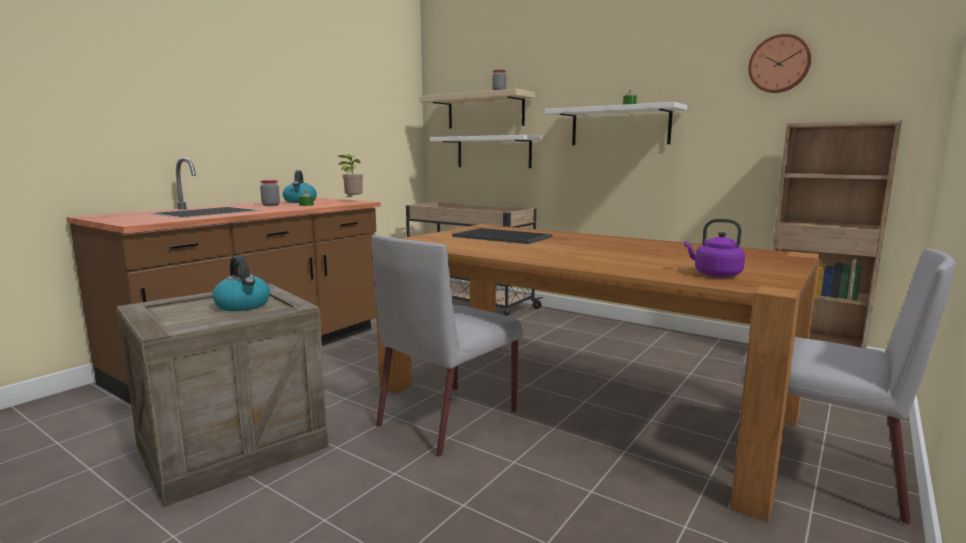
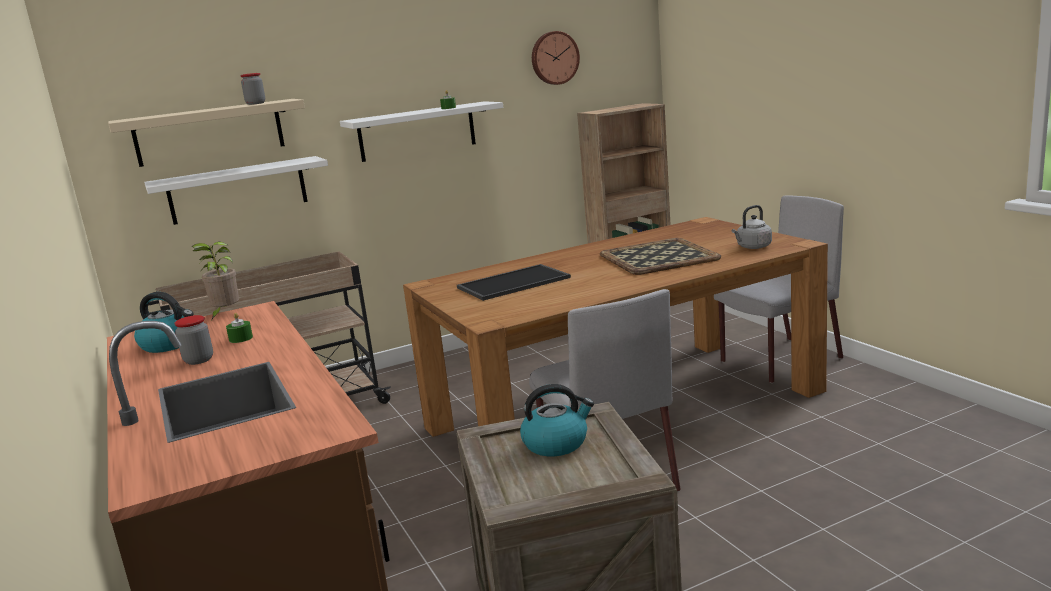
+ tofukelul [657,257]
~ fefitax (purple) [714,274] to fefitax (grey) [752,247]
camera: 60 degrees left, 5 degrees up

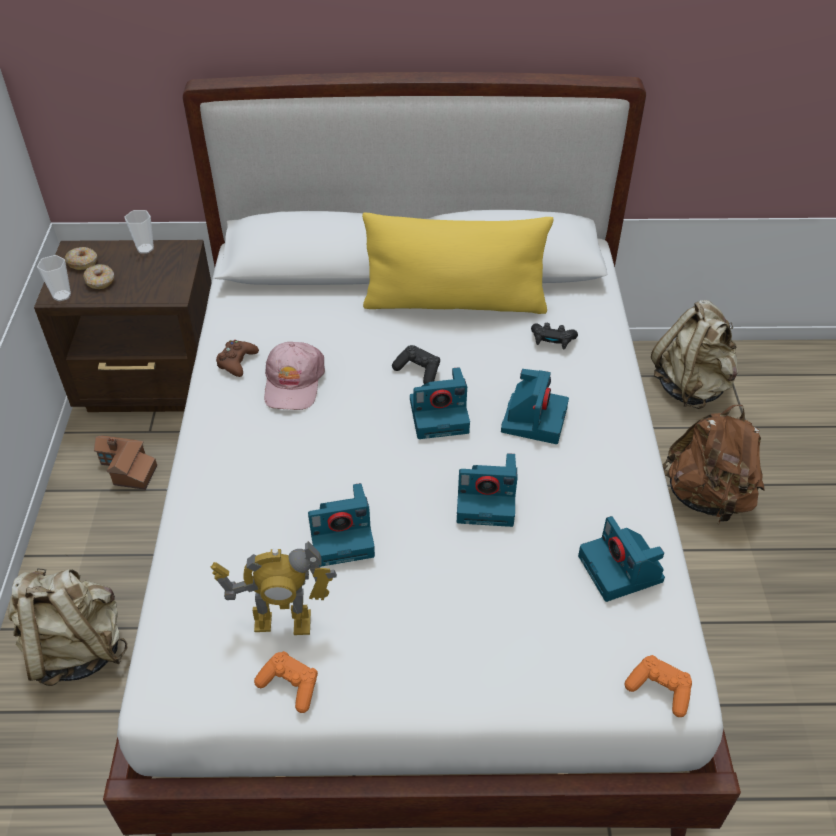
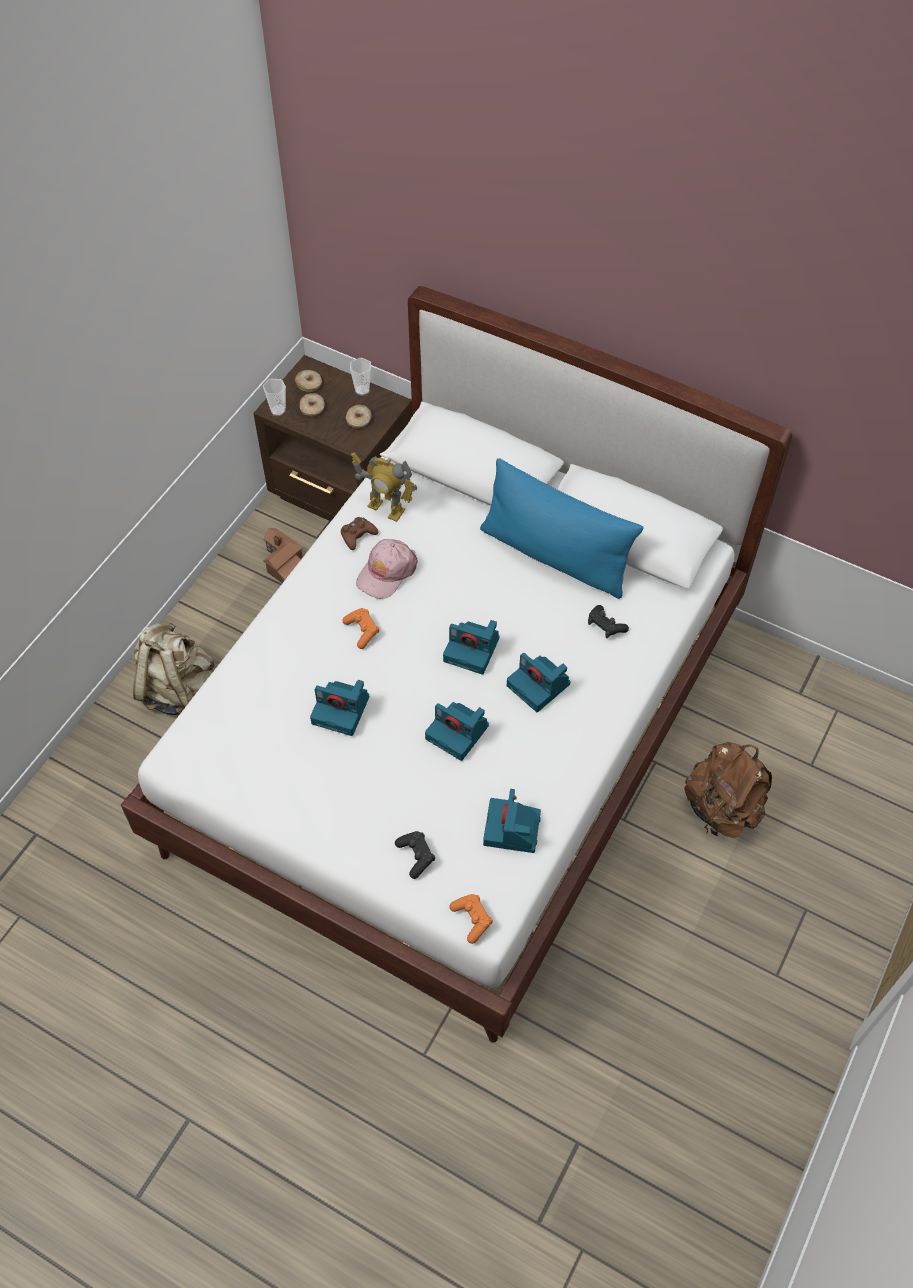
- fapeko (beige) [691,386]
+ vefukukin [359,420]
~ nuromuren [283,622] to [386,508]
~ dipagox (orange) [290,685] to [362,631]
~ dipagox (black) [418,371] to [416,856]
~ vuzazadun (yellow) [454,303] to vuzazadun (blue) [555,555]
~ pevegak [533,419] = [539,685] 90 degrees clockwise
camera: 30 degrees right, 10 degrees up

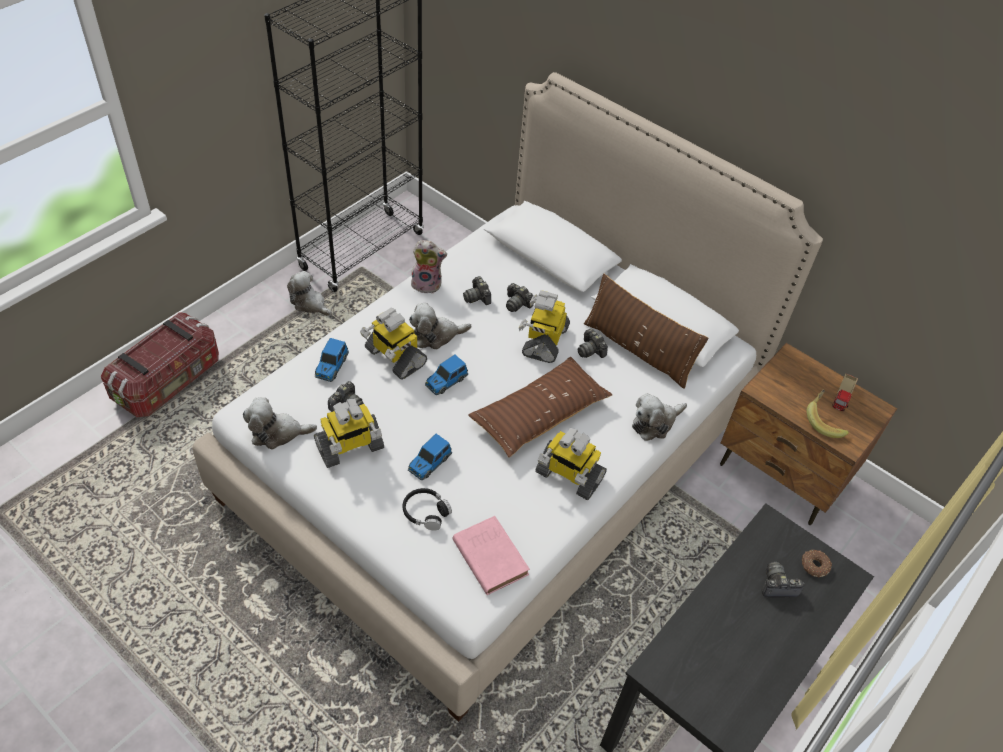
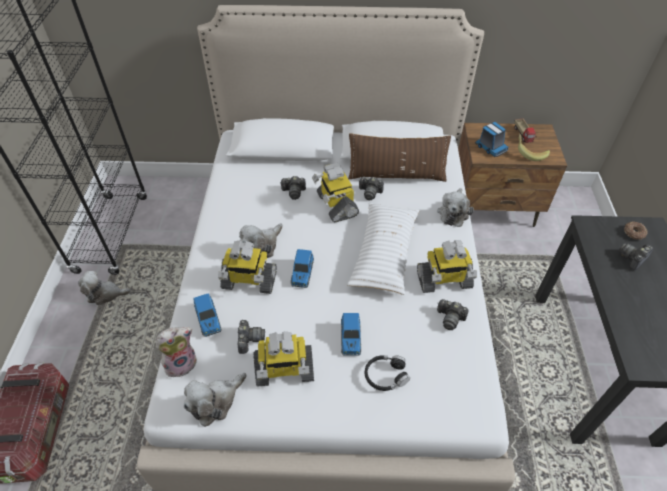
- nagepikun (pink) [489,556]
+ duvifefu [490,147]
~ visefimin [427,284] to [181,363]
~ pevegak [477,297] to [450,318]
~ vuzazadun (brown) [539,414] to vuzazadun (white) [384,254]
~ nuromuren [349,447] = [284,370] 60 degrees clockwise
camera: 35 degrees left, 0 degrees up

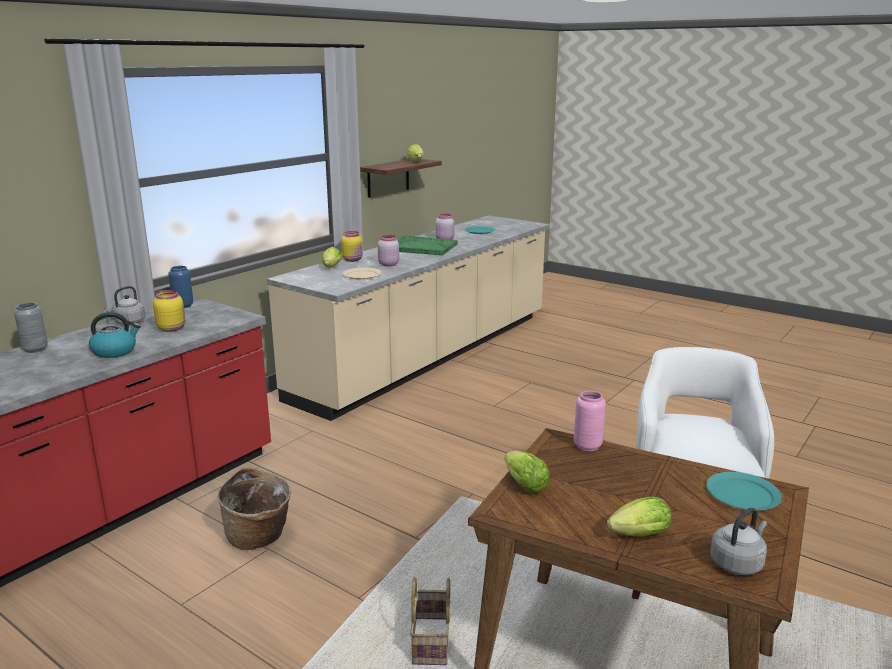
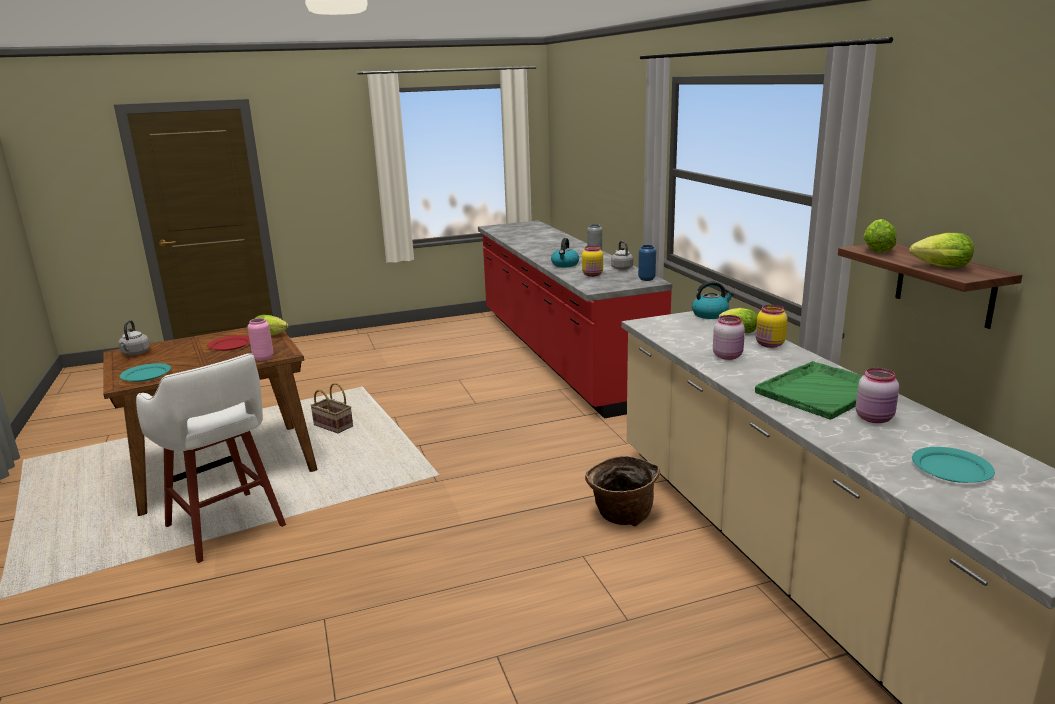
- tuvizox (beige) [362,275]
+ tuvizox (red) [230,345]
+ fefitax [710,314]
~ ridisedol [259,537] to [621,516]
~ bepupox [636,536] to [876,250]
camera: 125 degrees right, 0 degrees up

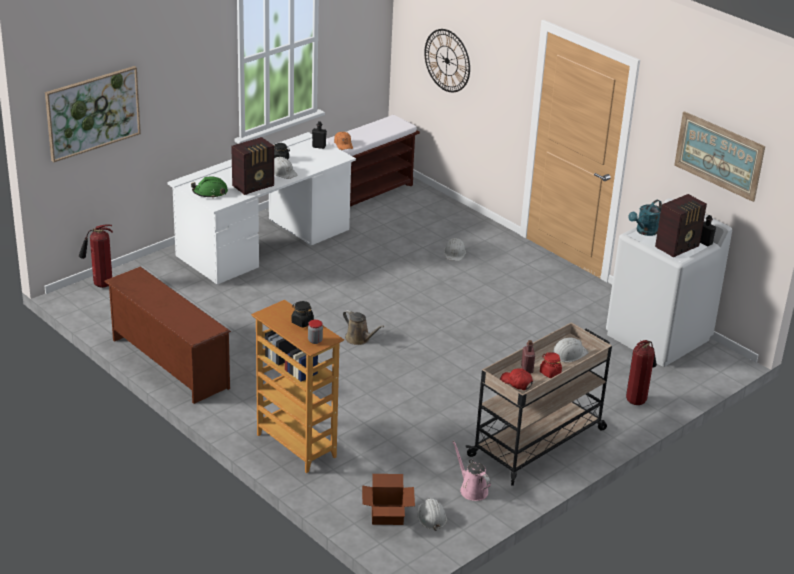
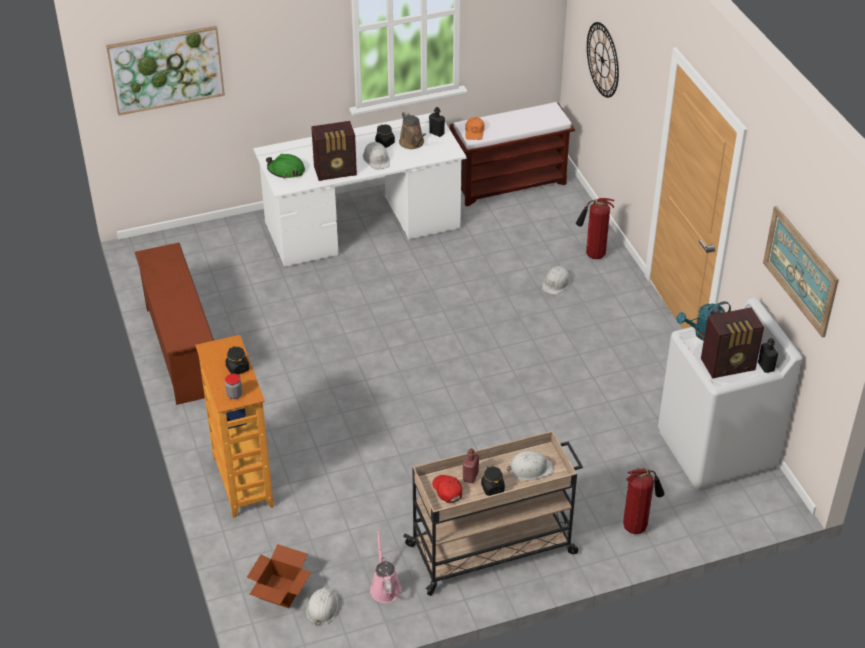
~ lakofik [100,285] to [592,255]
~ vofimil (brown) [359,339] to [412,143]
~ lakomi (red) [550,373] to lakomi (black) [492,488]
camera: 25 degrees right, 10 degrees up

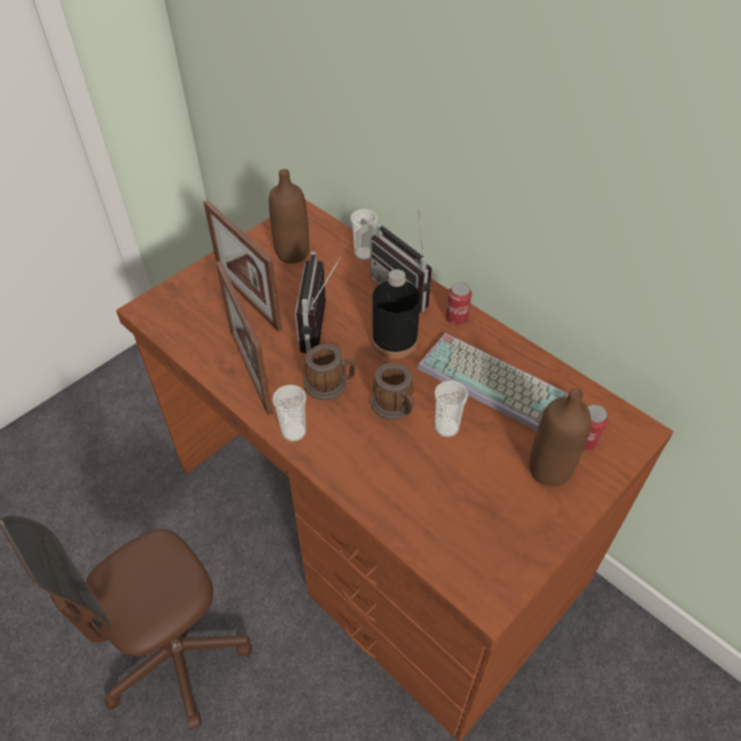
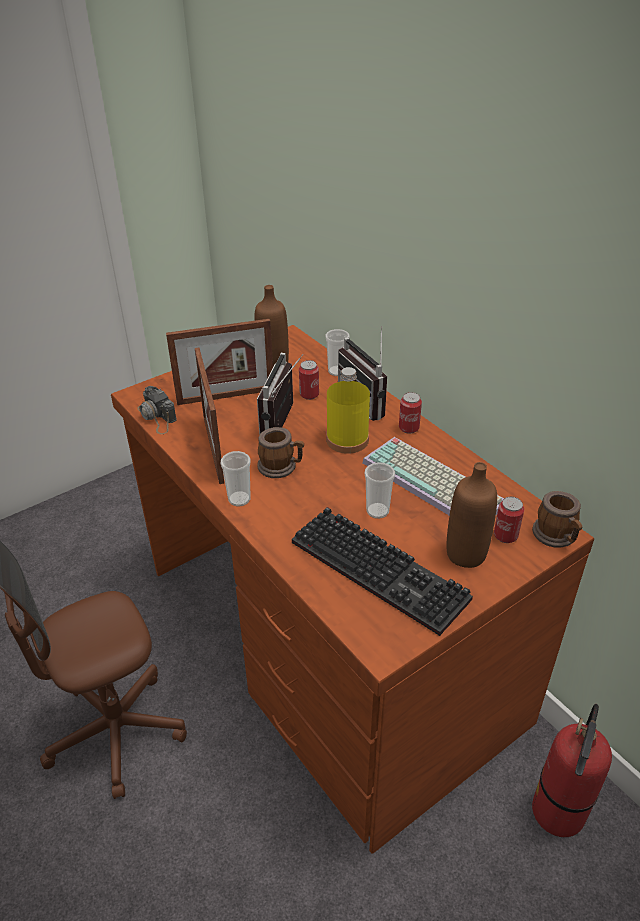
+ pevegak [157,417]
+ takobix [383,570]
+ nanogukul [309,395]
+ lakofik [558,812]
~ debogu [395,406] to [557,536]
~ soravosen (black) [394,341] to soravosen (yellow) [347,440]
~ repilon [248,299] = [226,396] 75 degrees counterclockwise
camera: 10 degrees right, 10 degrees down

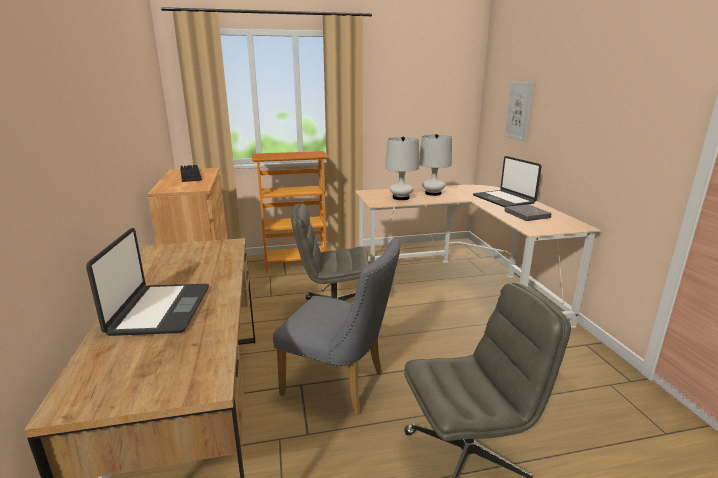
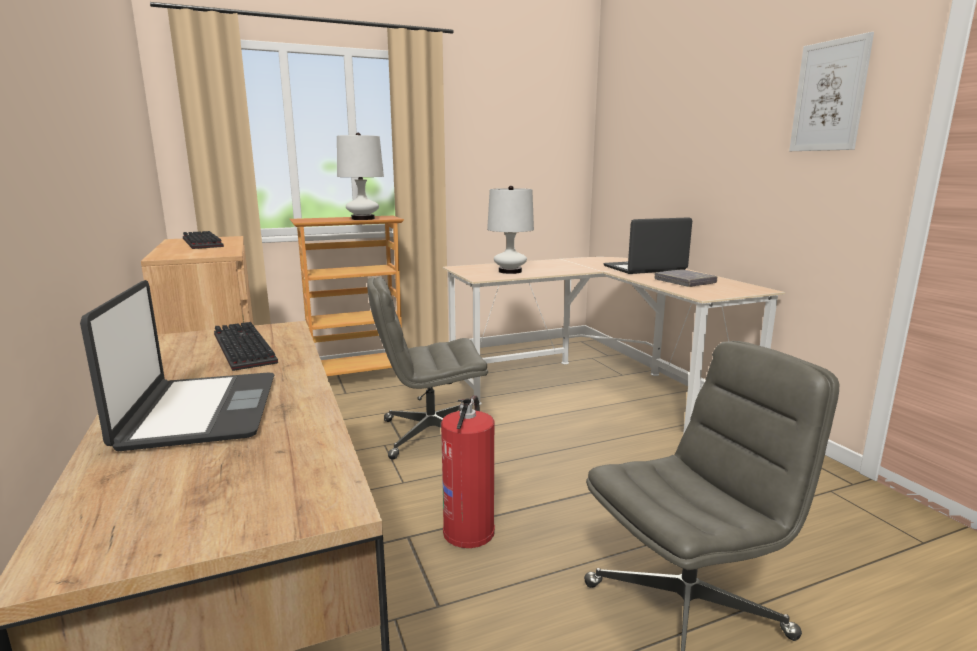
+ takobix [240,348]
~ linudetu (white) [433,193] to [363,219]
~ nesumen [518,111] to [829,96]
~ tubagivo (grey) [341,385] to lakofik [469,530]
~ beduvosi [503,199] = [645,269] 105 degrees clockwise
camera: 10 degrees left, 5 degrees down

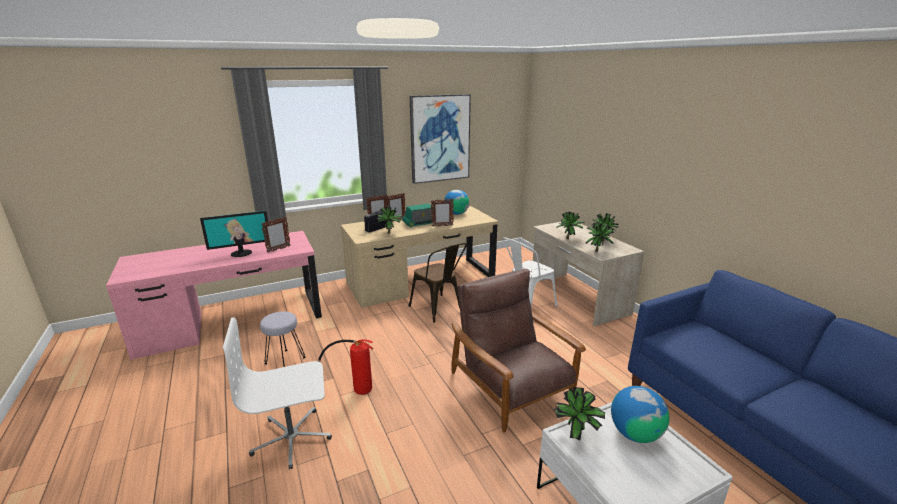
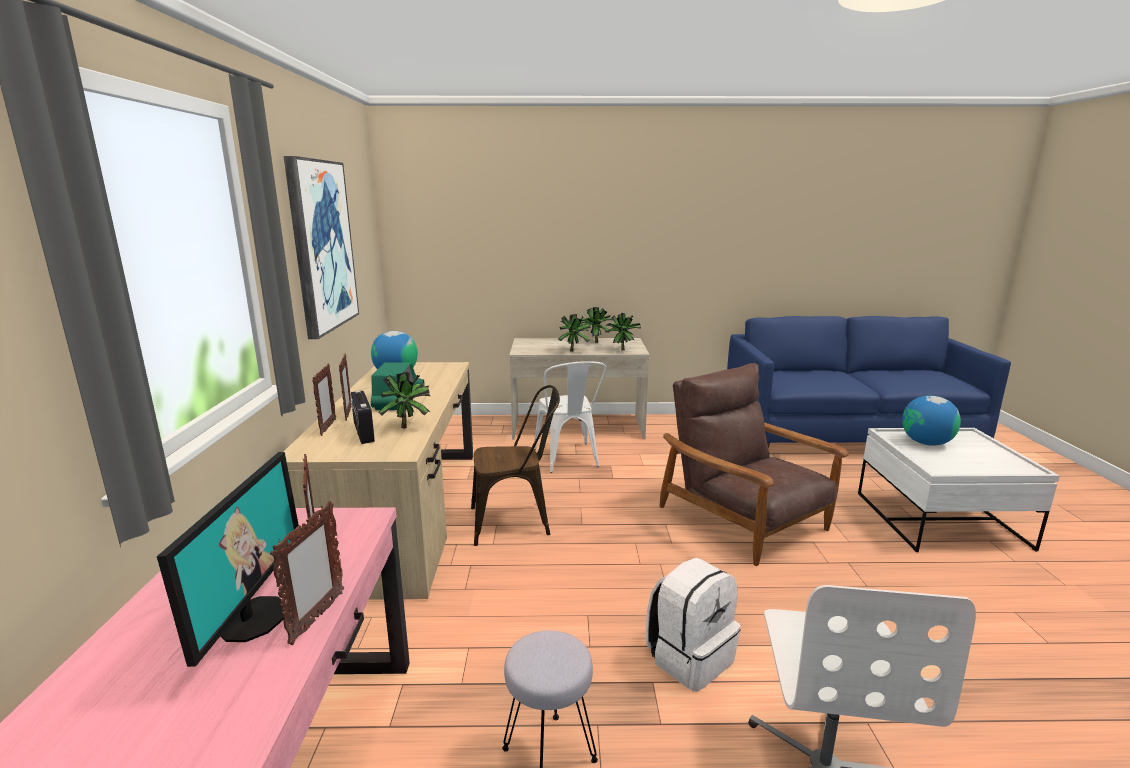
- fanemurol [576,435]
~ repilon [442,226] to [317,618]
~ lakofik [354,386] to fapeko (white) [689,657]
~ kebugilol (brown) [511,388] = [744,519] 60 degrees clockwise
camera: 65 degrees left, 5 degrees down

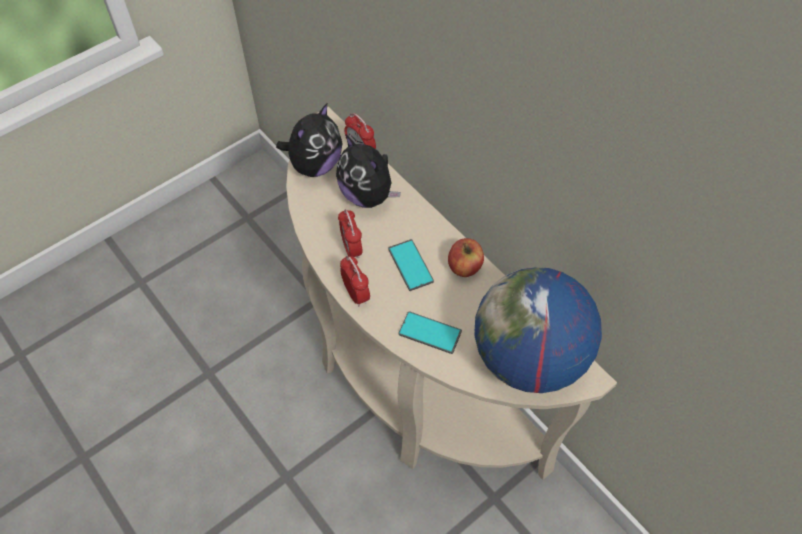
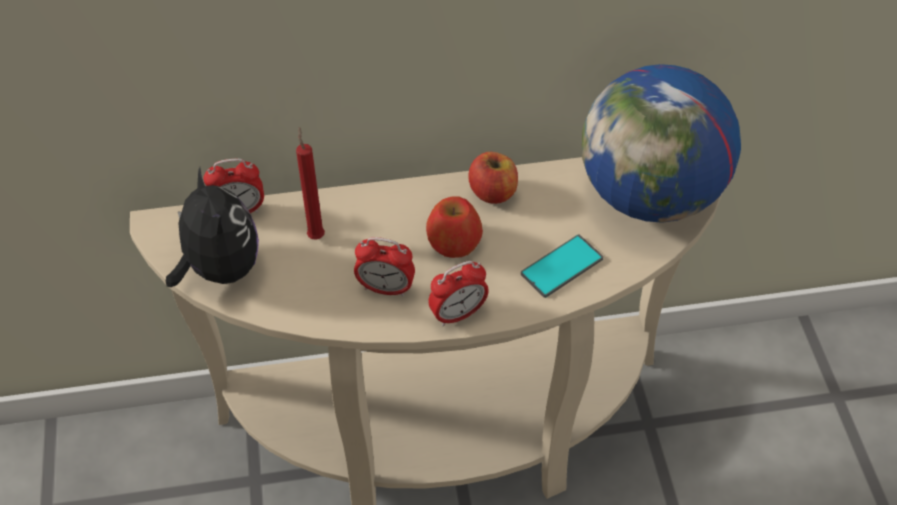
~ visefimin [368,195] to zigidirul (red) [316,235]
~ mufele [410,265] to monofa [454,241]
~ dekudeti [356,294] = [458,314] 150 degrees clockwise
camera: 60 degrees left, 5 degrees down

